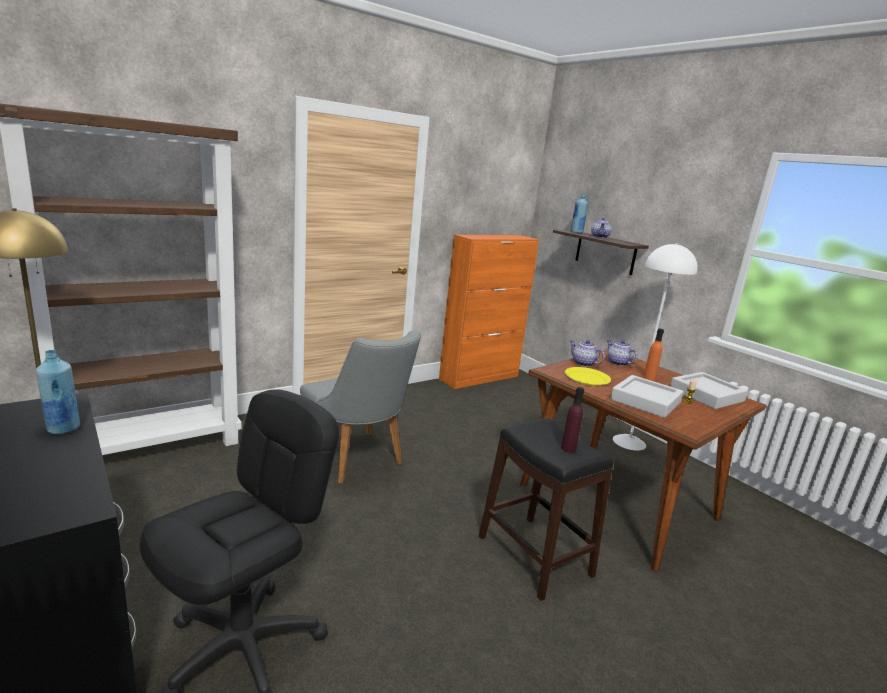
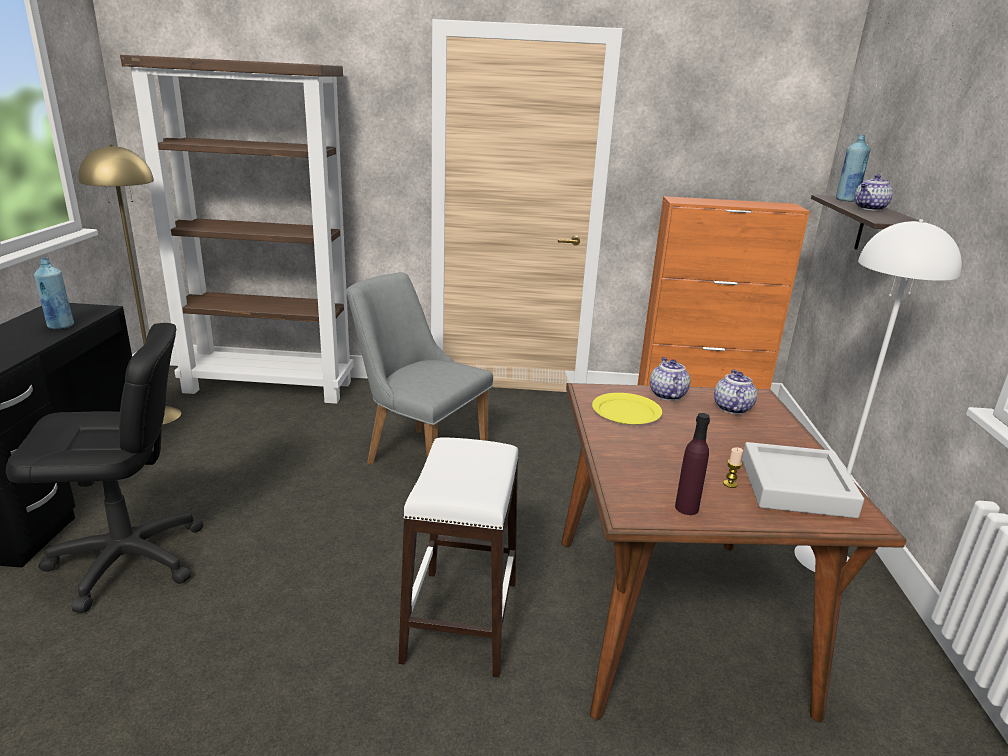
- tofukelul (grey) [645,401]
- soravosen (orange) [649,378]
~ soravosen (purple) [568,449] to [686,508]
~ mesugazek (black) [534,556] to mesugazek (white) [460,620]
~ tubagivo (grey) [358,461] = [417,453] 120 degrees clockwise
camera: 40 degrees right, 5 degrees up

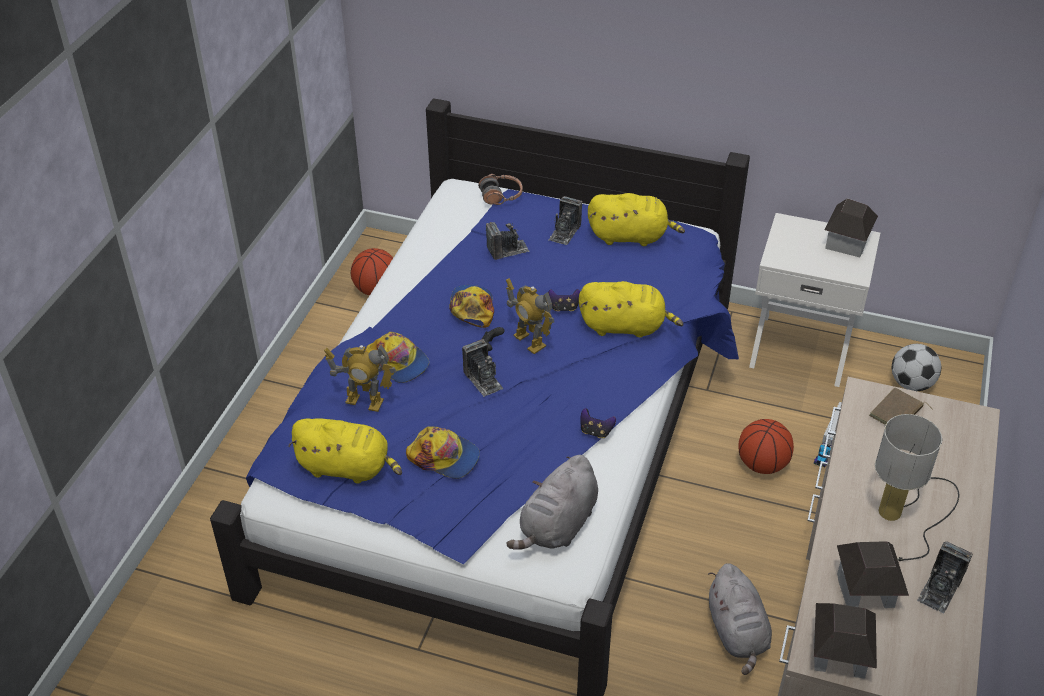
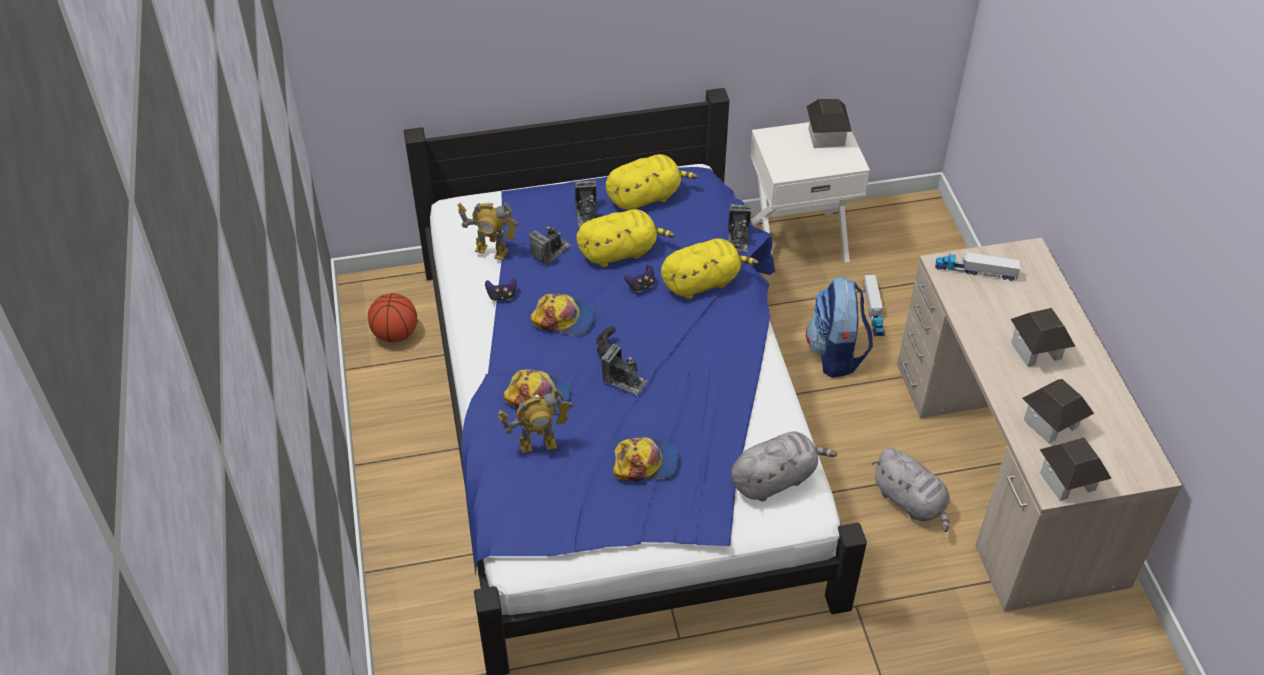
- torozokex [501,196]
- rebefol [911,384]
~ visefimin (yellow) [347,468] to [620,252]
~ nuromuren [529,341] to [491,251]
~ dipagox [596,431] to [502,296]
~ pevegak [939,589] to [738,239]
~ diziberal [762,464] to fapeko [836,354]
~ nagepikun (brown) [897,413] to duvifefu [975,271]
~ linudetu [905,514] to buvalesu [1036,350]
~ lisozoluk [472,308] = [564,318] 135 degrees clockwise
~ visefimin (grey) [557,526] = [775,479] 120 degrees counterclockwise
camera: 30 degrees left, 5 degrees up

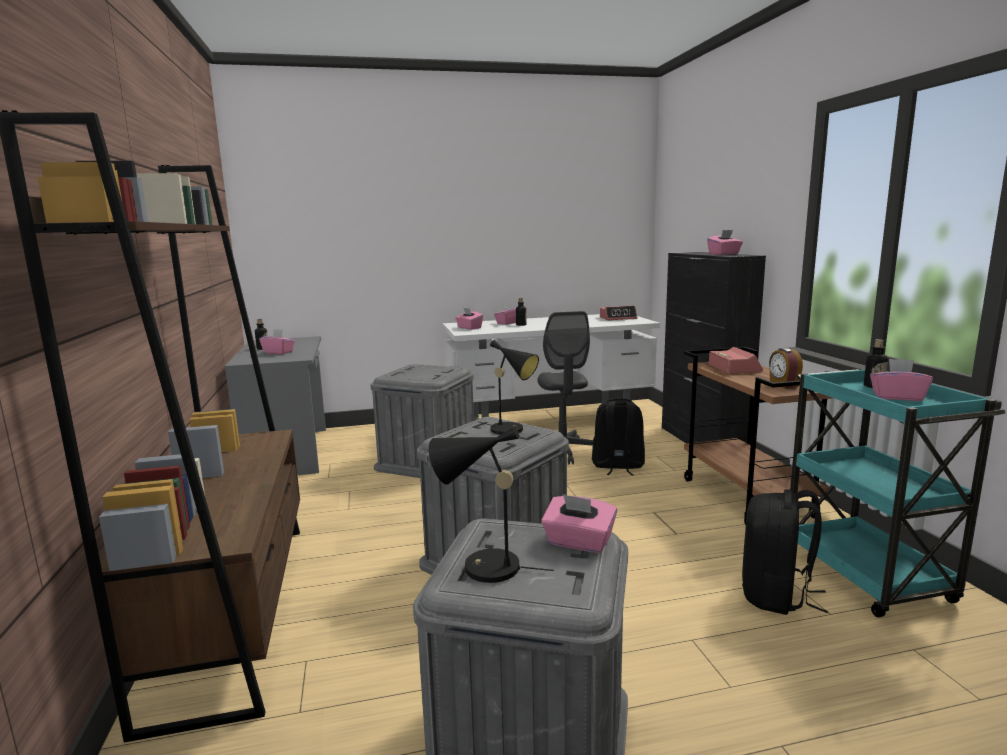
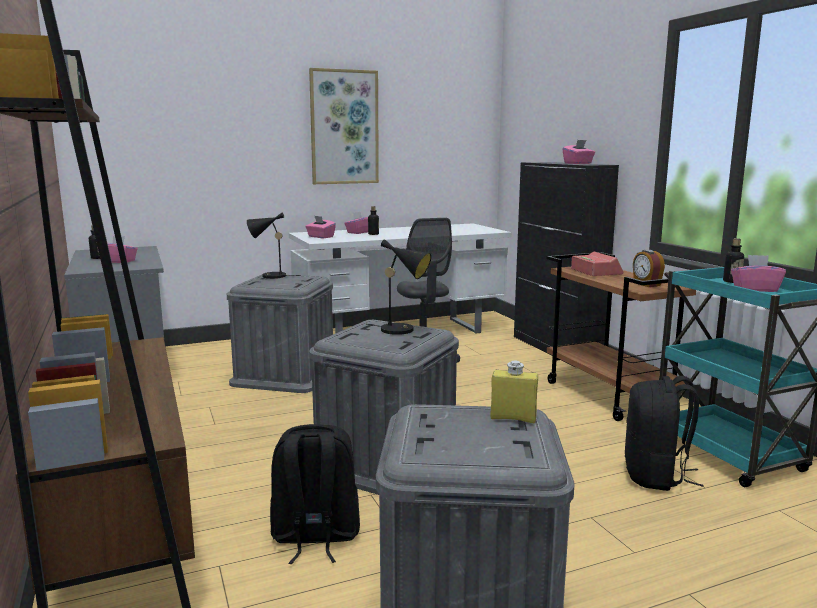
- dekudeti [618,318]
+ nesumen [344,127]
~ linudetu (black) [482,567] to [270,276]
~ fapeko (black) [617,466] to [315,537]
~ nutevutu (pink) [578,542] to soravosen (yellow) [513,418]
camera: 10 degrees left, 0 degrees up

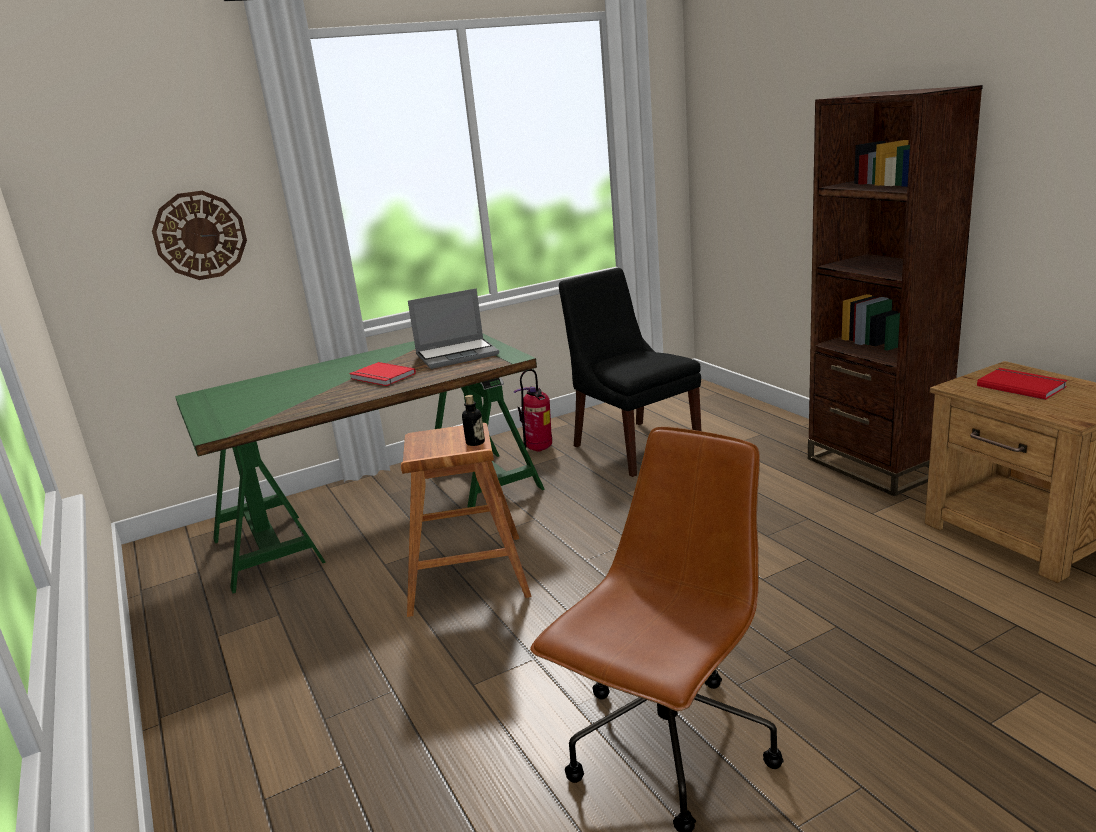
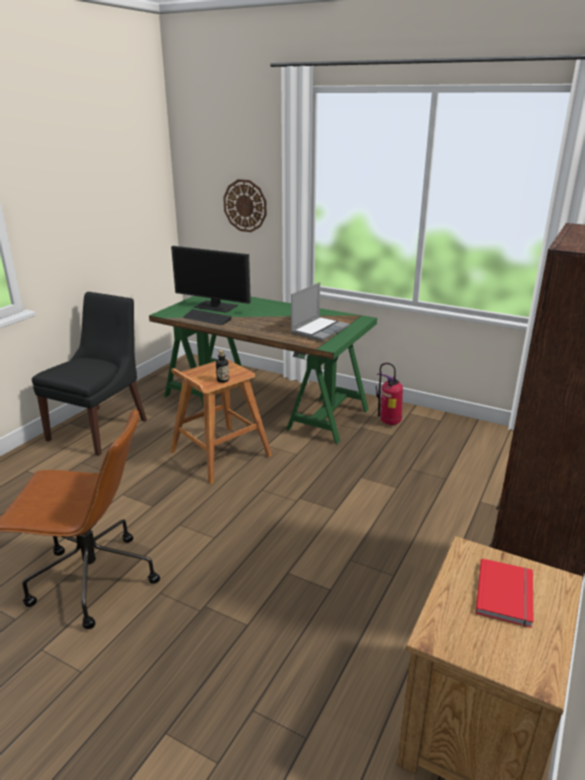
- nagepikun (red) [381,377]
+ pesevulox [216,306]
+ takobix [207,318]
~ tubagivo (black) [633,446] to [100,428]
~ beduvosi [458,355] = [319,329] 90 degrees counterclockwise
camera: 55 degrees right, 5 degrees up

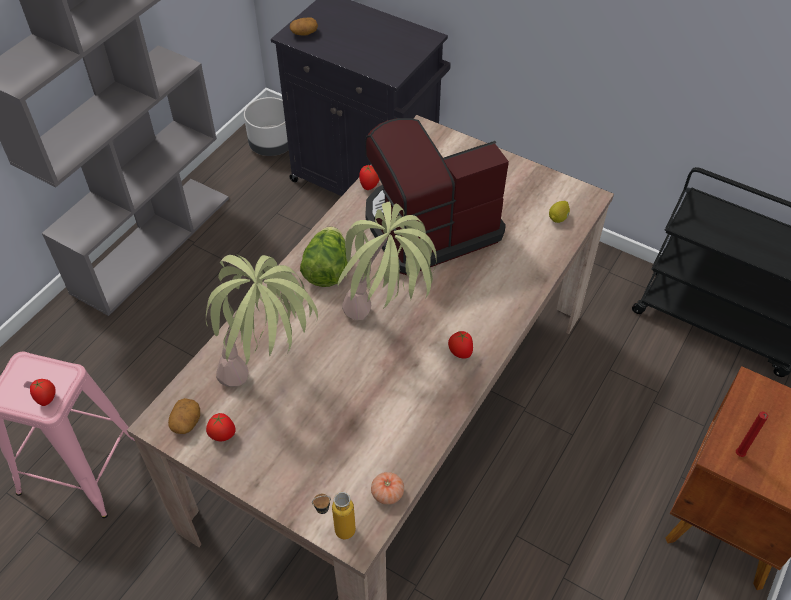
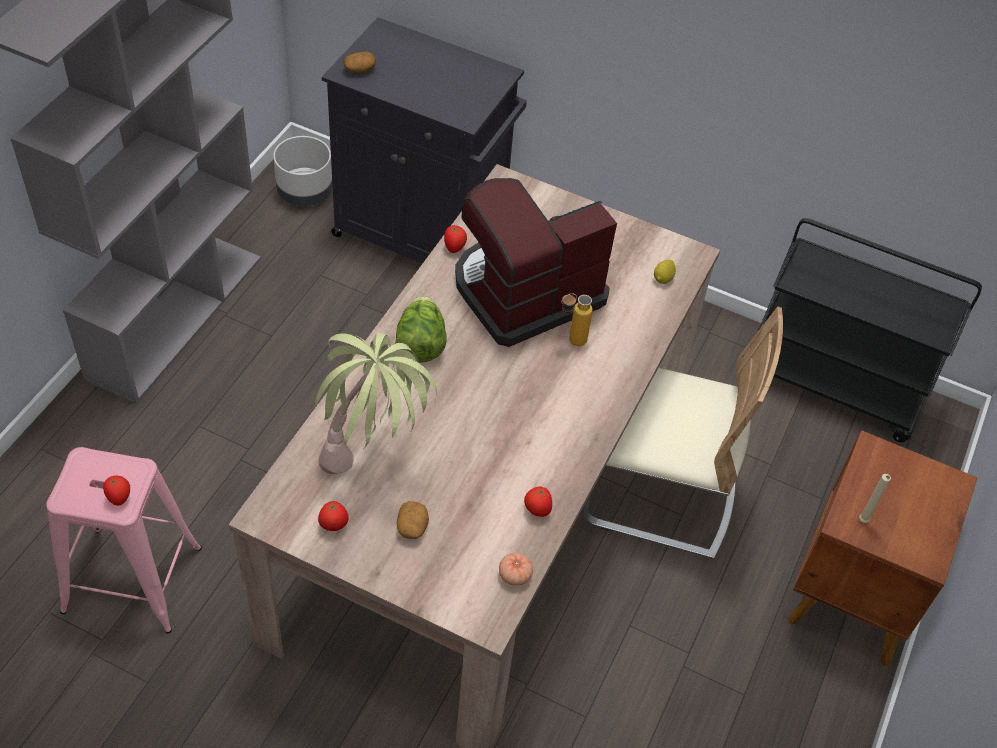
- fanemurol [387,323]
+ tubagivo (beige) [659,493]
~ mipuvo [186,422] to [412,526]
~ soravosen [336,532] to [570,341]
~ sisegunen [460,353] to [537,510]
~ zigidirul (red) [739,455] to zigidirul (beige) [862,522]
camera: 10 degrees left, 0 degrees up

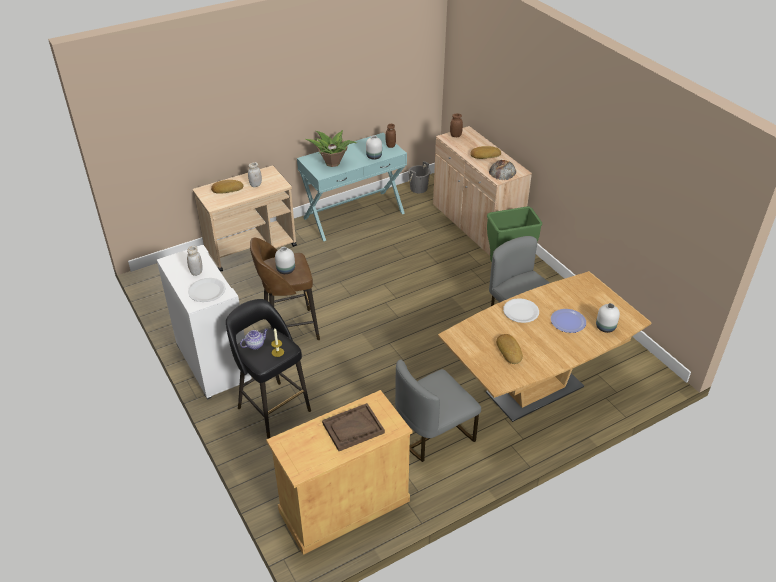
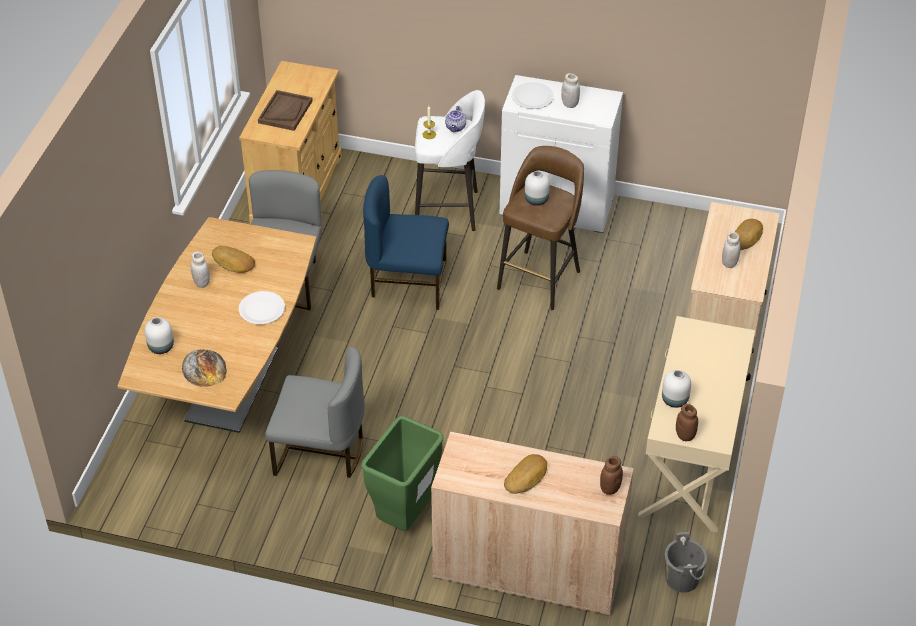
- fanemurol [332,162]
- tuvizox [568,321]
+ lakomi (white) [201,283]
+ tubagivo (blue) [408,282]
~ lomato [502,171] to [204,368]
~ mesugazek (black) [273,408] to mesugazek (white) [449,210]
~ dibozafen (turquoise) [354,215] to dibozafen (beige) [691,463]
camera: 135 degrees right, 5 degrees up

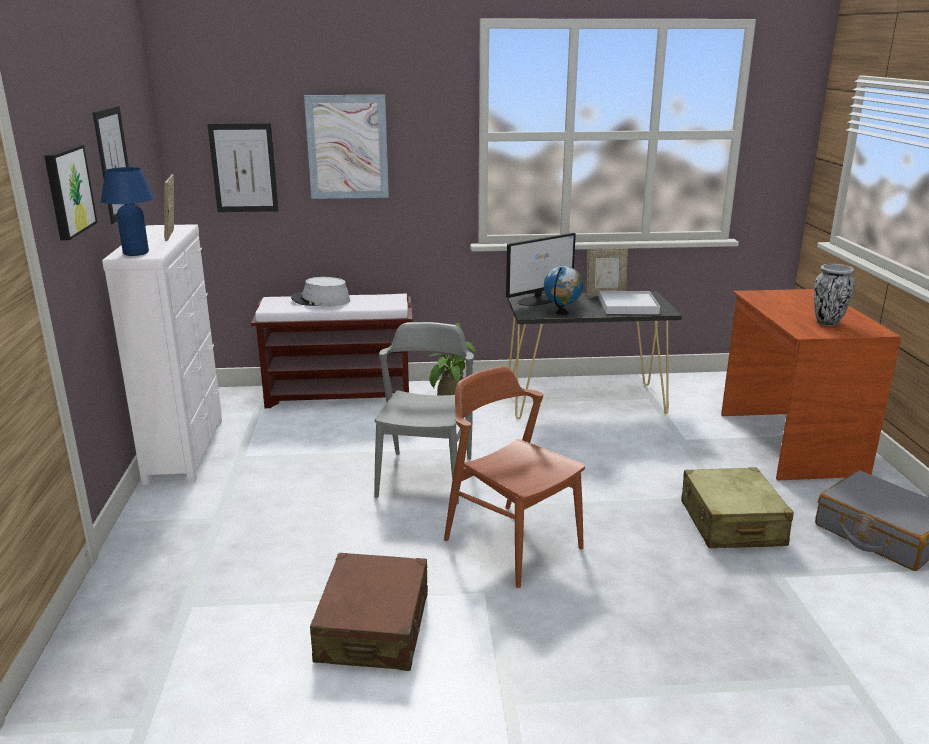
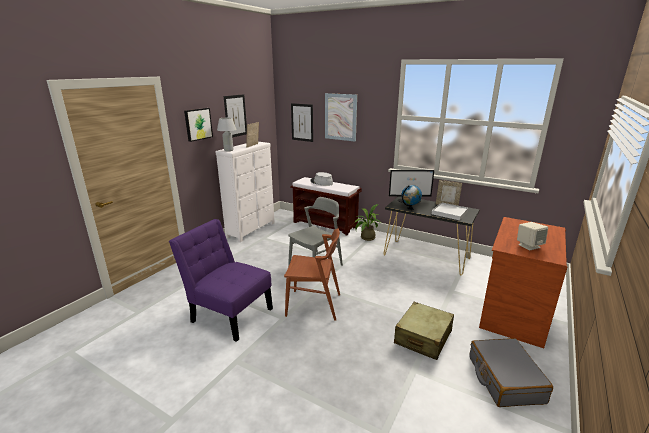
~ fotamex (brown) [374,628] to tubagivo (purple) [229,313]
~ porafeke [827,322] to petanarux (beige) [529,246]
~ linudetu (blue) [136,253] to linudetu (white) [228,150]
~ tubagivo (brown) [512,543] = [314,305] 105 degrees clockwise
camera: 35 degrees right, 0 degrees up

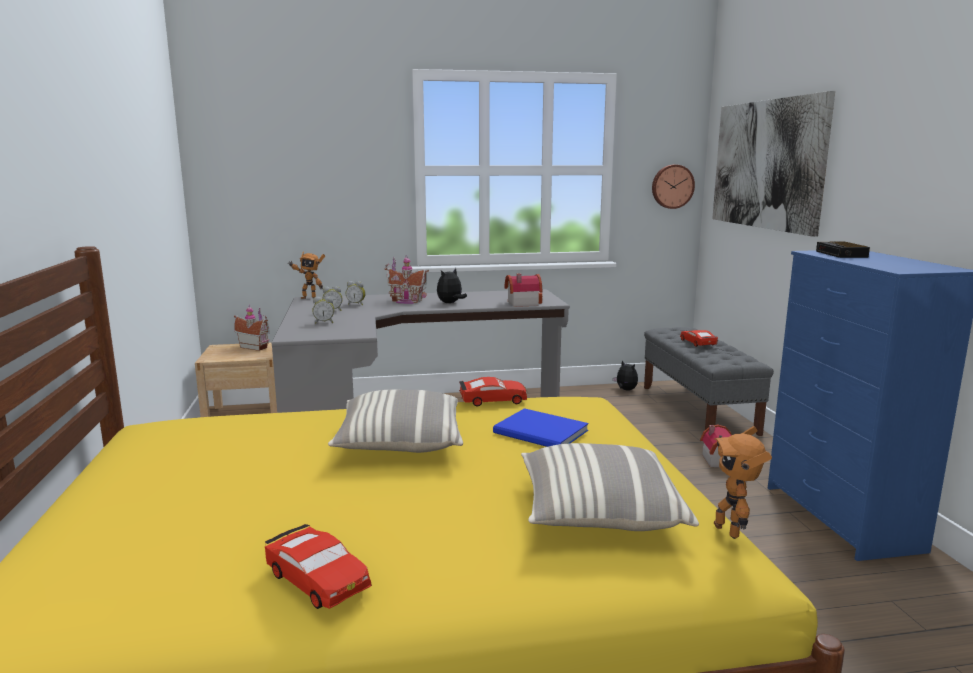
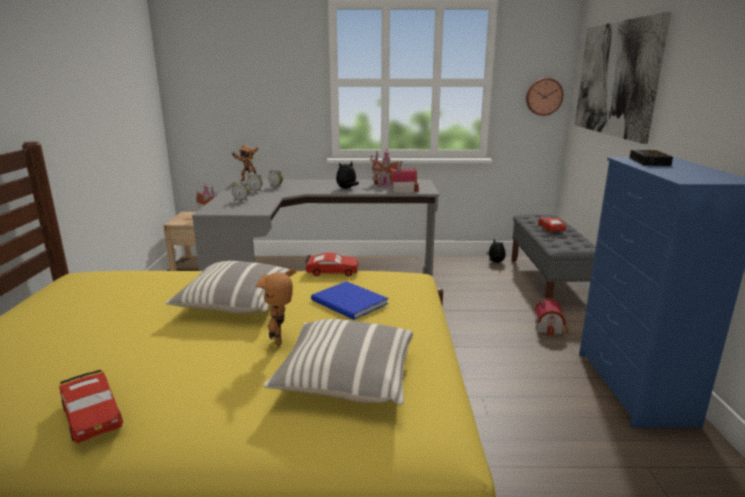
~ buvalesu [406,301] to [385,185]
~ nuromuren [730,530] to [282,340]
camera: 10 degrees right, 5 degrees up

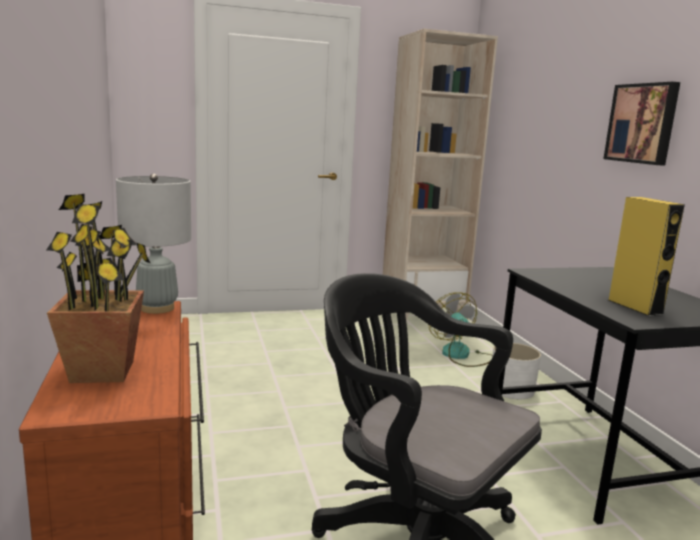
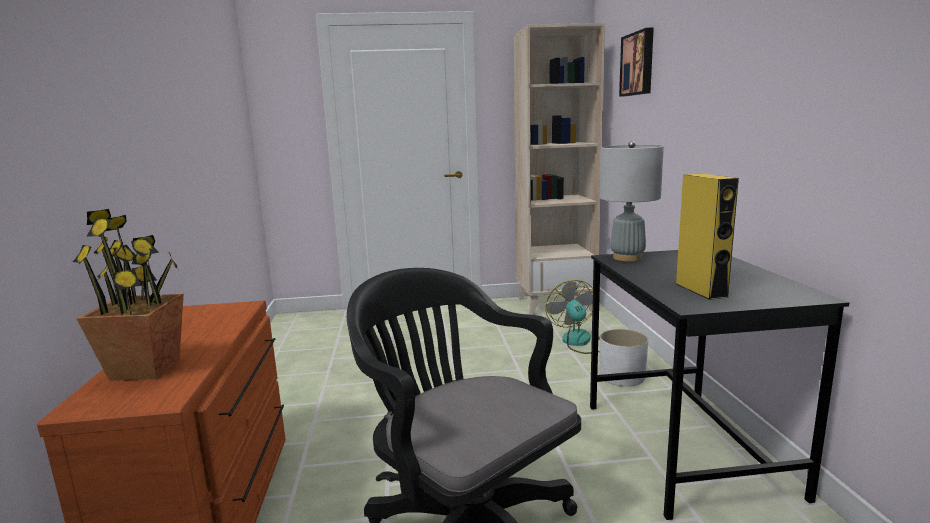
~ linudetu (grey) [157,308] to [627,258]
~ nesumen [643,123] to [638,64]
camera: 10 degrees right, 0 degrees up

